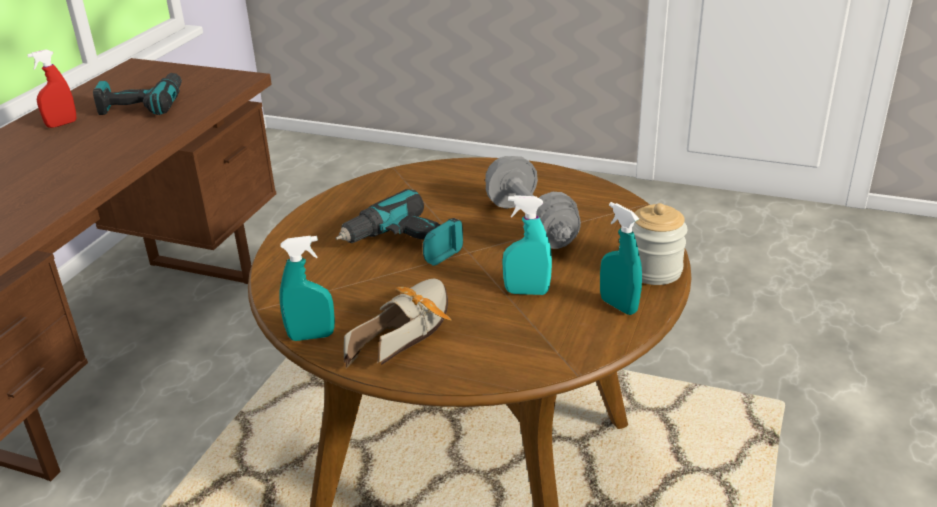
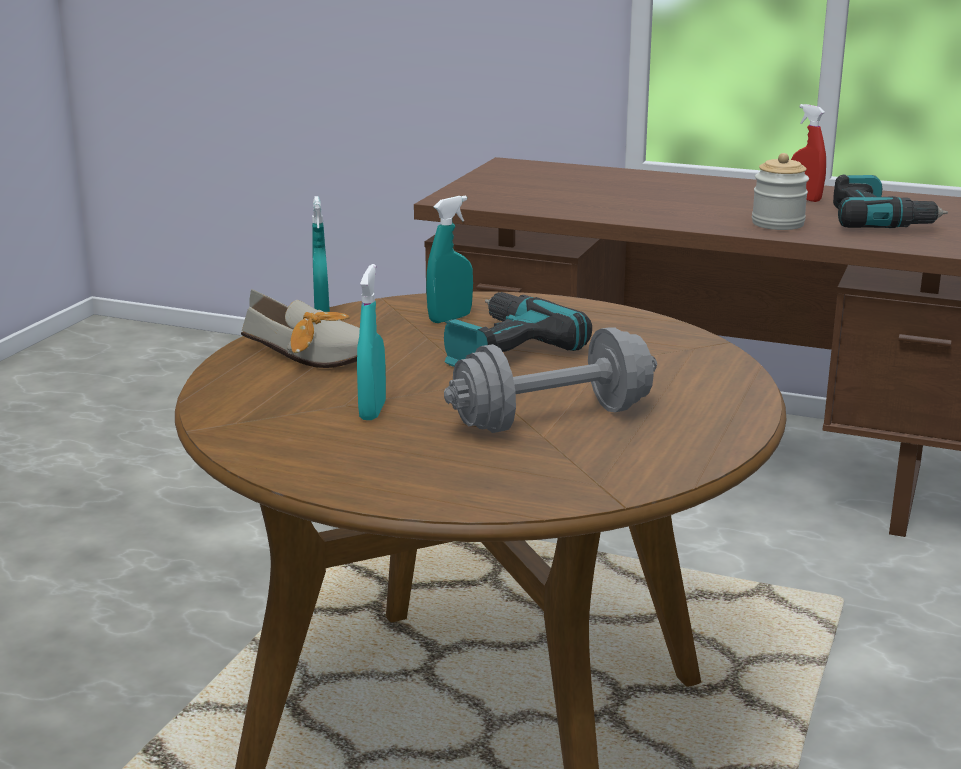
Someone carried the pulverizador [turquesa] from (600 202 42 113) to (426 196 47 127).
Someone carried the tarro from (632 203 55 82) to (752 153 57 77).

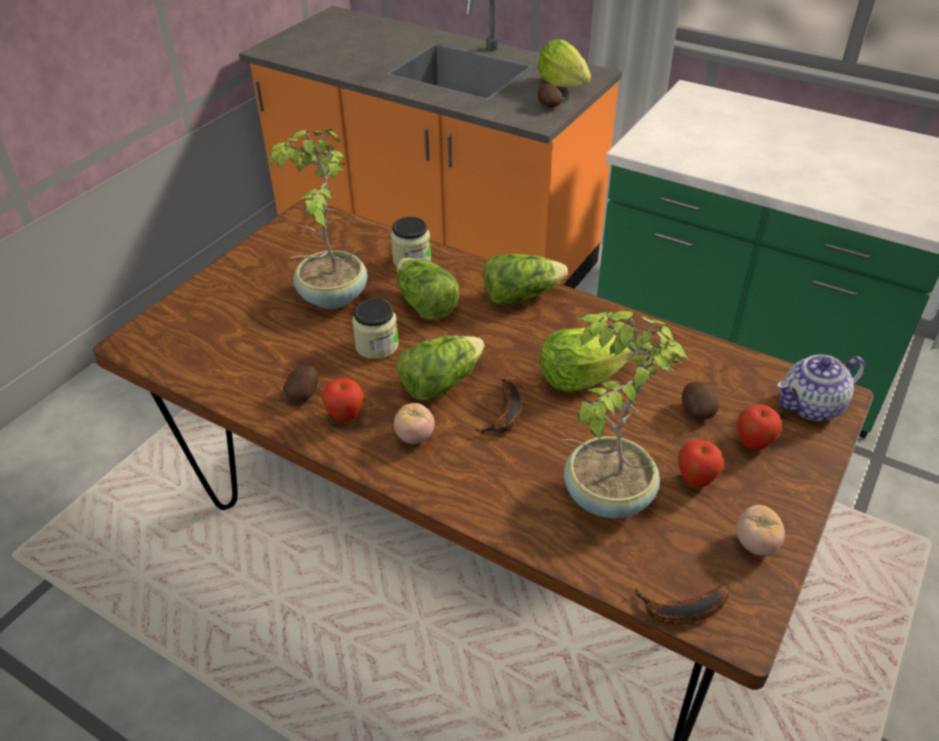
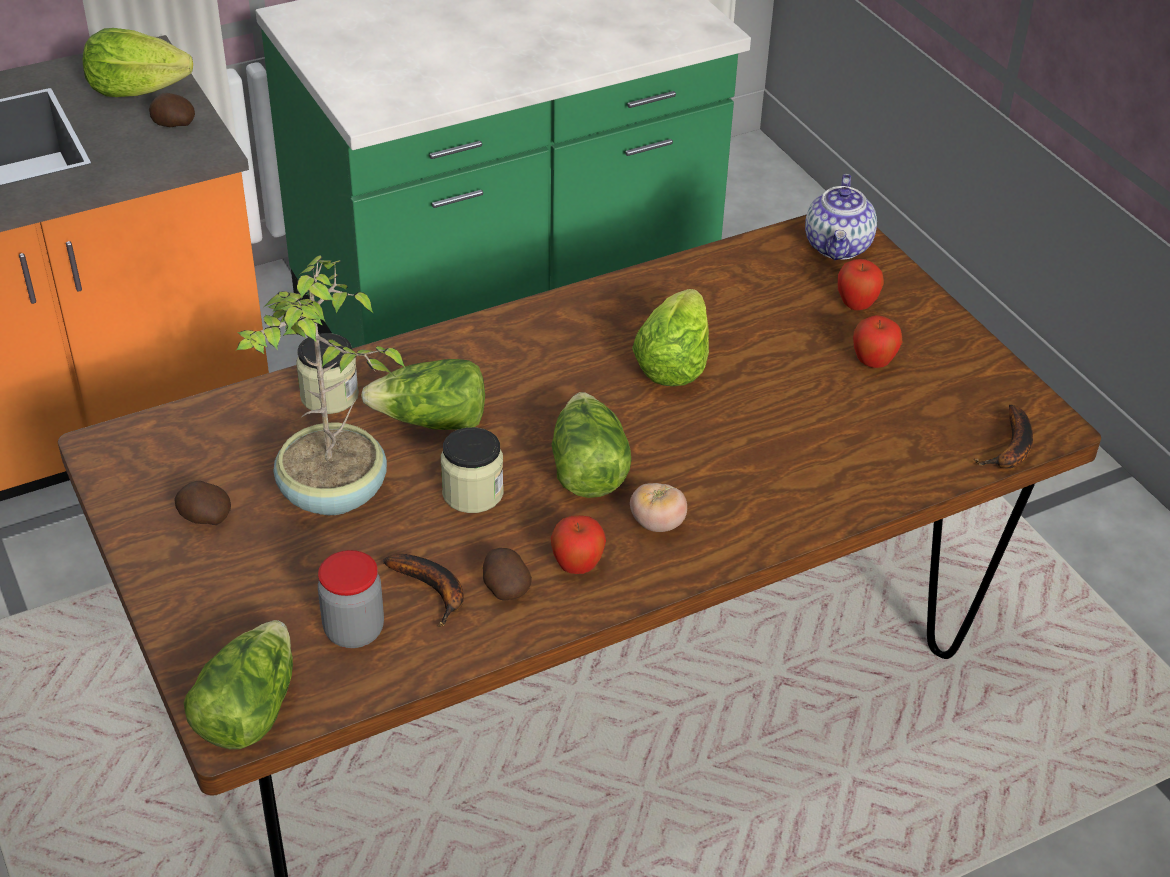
Someone took away the planta en maceta at (562 311 126 207).
Someone took away the tomate at (736 505 49 51).
Someone put down the tarro at (318 550 66 98).
Someone carried the plátano from (475 379 46 55) to (383 554 81 73).
Someone carried the lechuga from (484 253 83 52) to (184 620 109 129).
Someone carried the patata from (682 382 37 38) to (175 481 56 44).

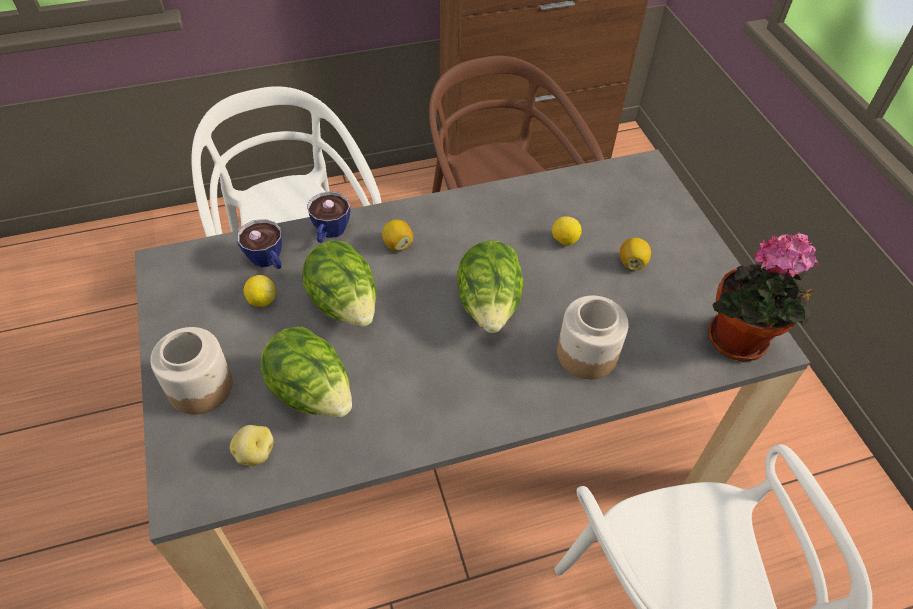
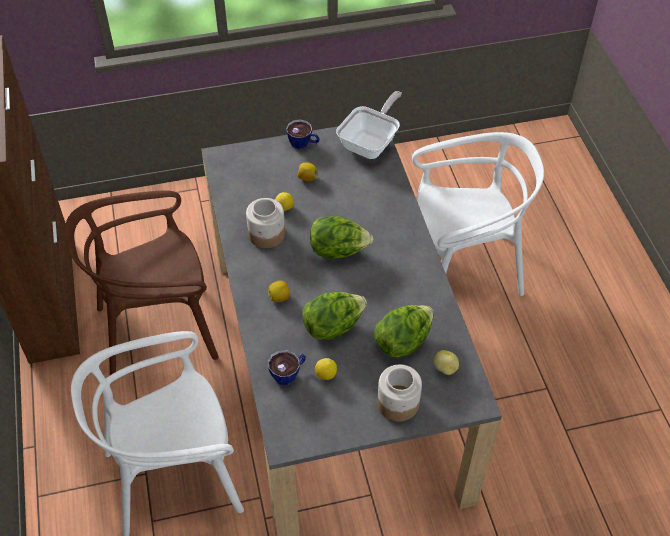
Someone carried the taza from (307 191 43 52) to (286 119 34 30).
Someone carried the tarro from (557 295 72 84) to (246 198 39 50).
Someone swapped the planta en maceta at (708 233 110 129) for the sartén at (336 91 66 68).

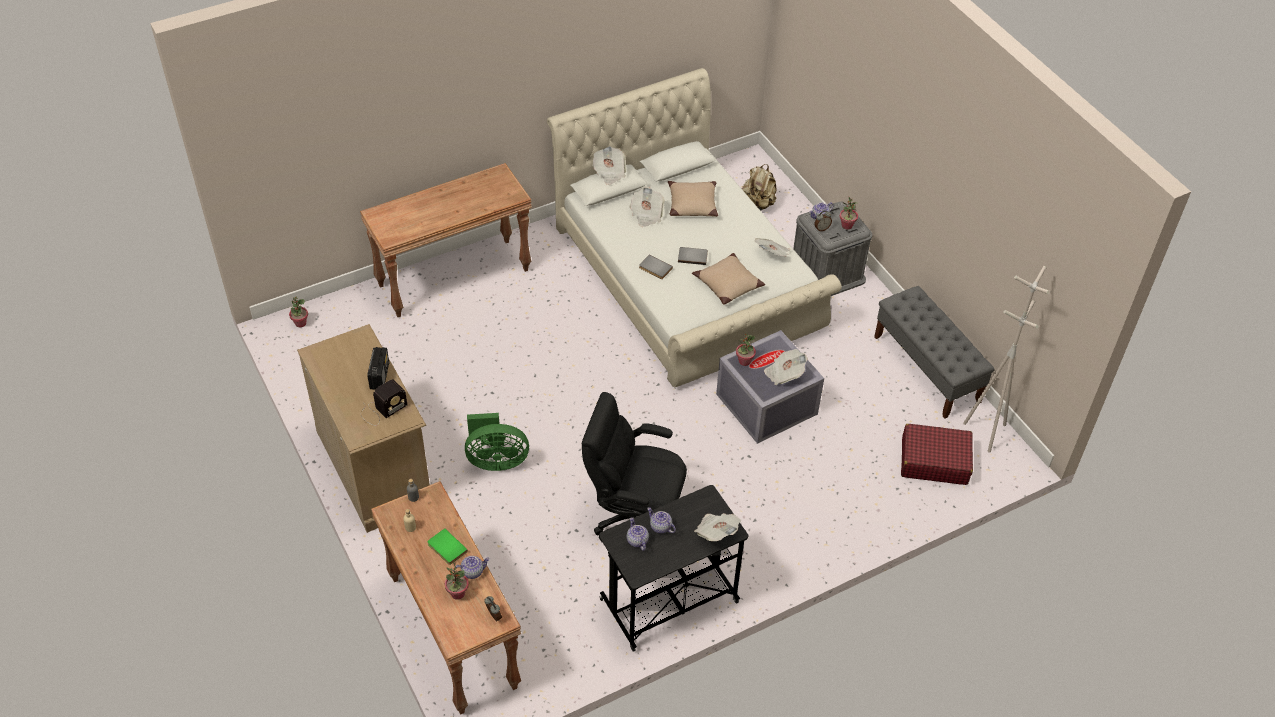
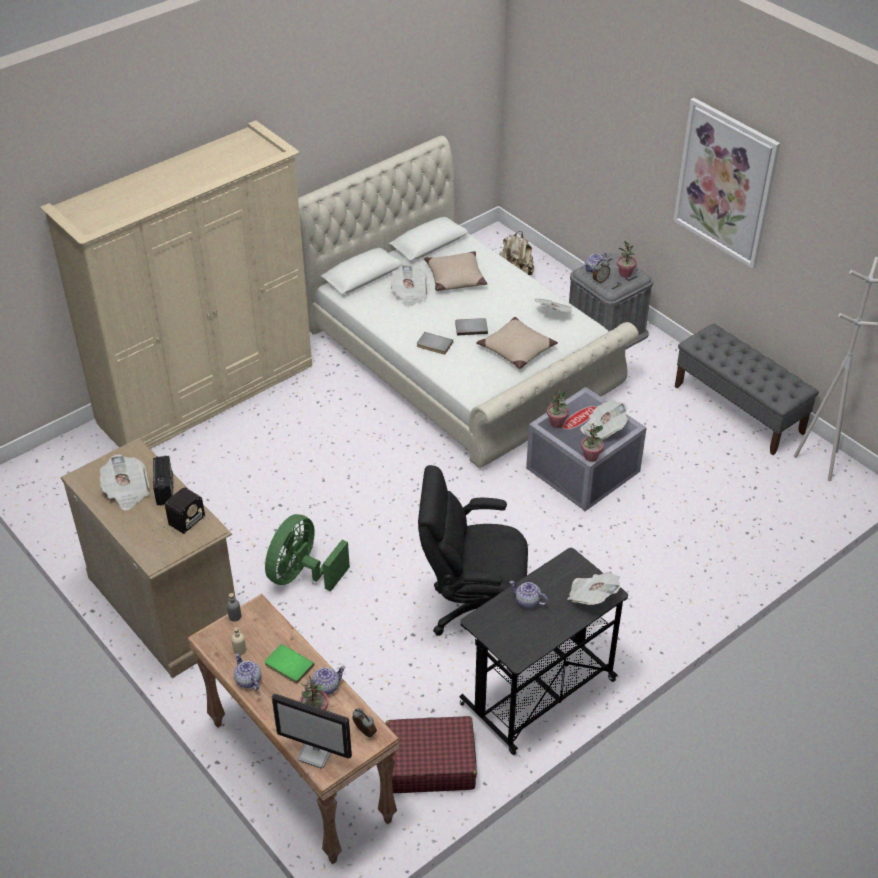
Someone put down the monitor at (272 694 80 75).
Someone put up the cuadro at (673 98 107 171).
Someone carried the planta en maceta from (289 296 19 31) to (581 423 23 39).
Someone carried the periódico from (593 146 33 39) to (100 454 50 57).
Someone carried the tetera from (627 517 22 34) to (234 653 27 38).
Someone carried the maleta [rojo] from (901 424 72 61) to (386 716 91 77).
Someone swapped the mesa consola [marrón] at (360 163 172 154) for the armario ropero [beis] at (40 120 272 329).
Someone rotated the ventilador [verde] at (465 413 64 58) by 135 degrees clockwise.

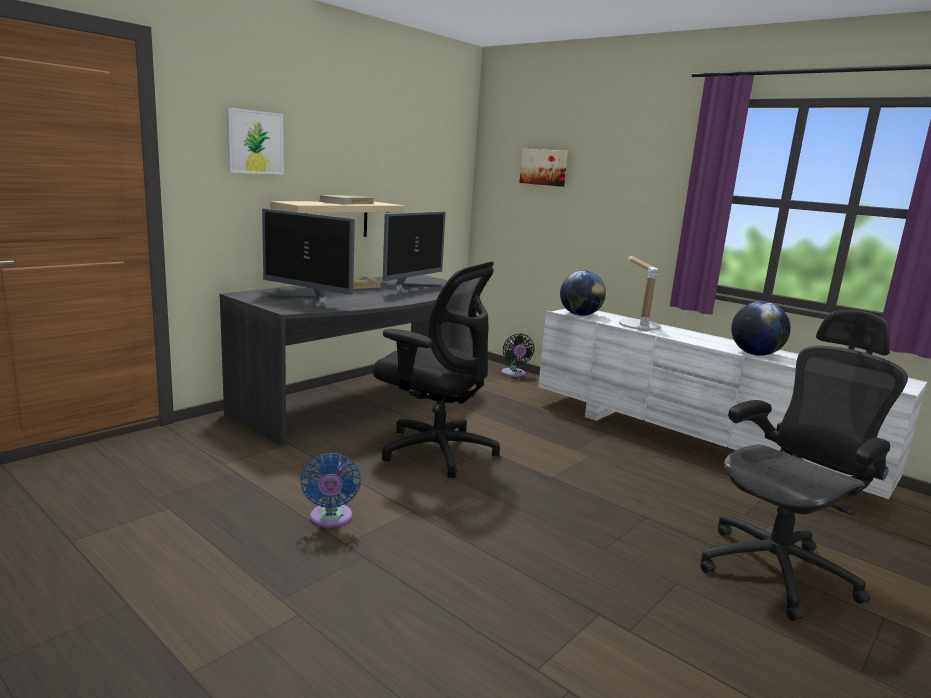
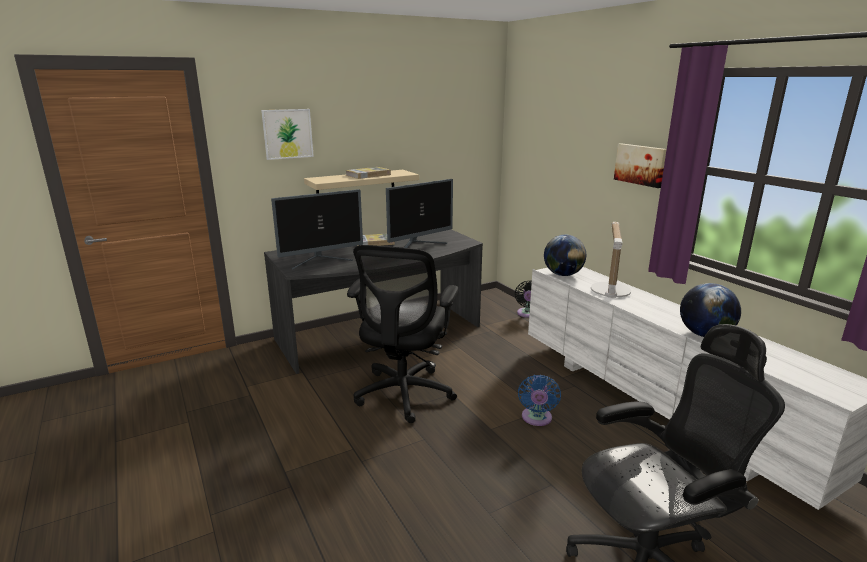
Someone carried the ventilador [azul] from (300 453 61 75) to (518 375 43 51).
Someone carried the cuadro from (519 149 49 38) to (614 143 53 45).
Someone rotated the monitor at (262 209 93 101) by 75 degrees counterclockwise.
Someone rotated the silla de oficina [negro] at (373 261 127 217) by 60 degrees clockwise.

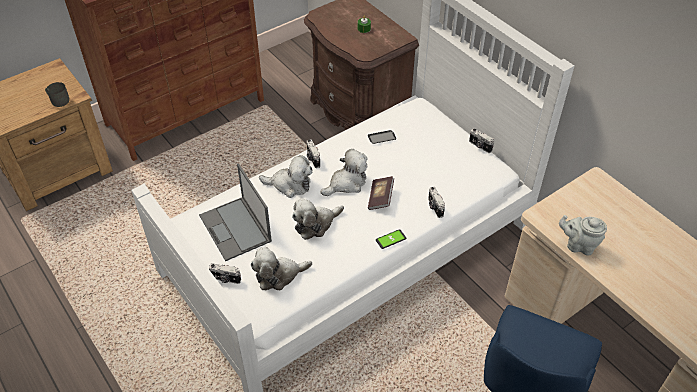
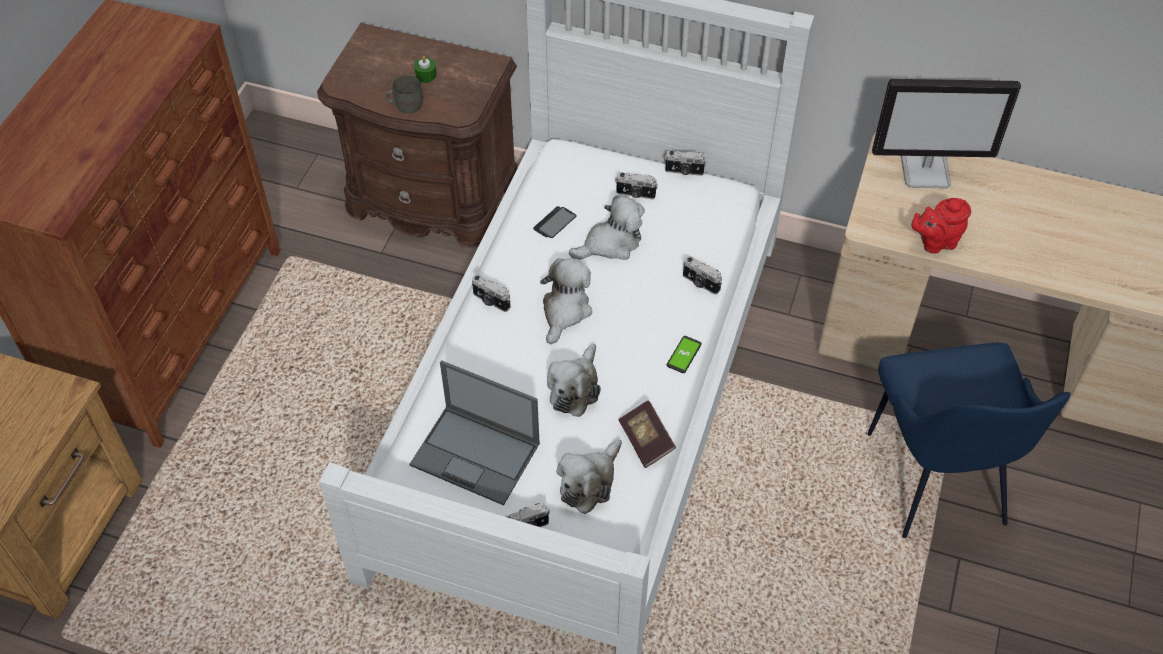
Someone put down the cámara at (615 172 43 27).
Someone put down the monitor at (872 79 149 109).
Someone carried the taza grande [gris] from (45 82 24 25) to (385 75 38 38).
Someone carried the peluche from (259 155 53 43) to (569 194 76 66).
Someone carried the libro from (368 176 26 34) to (619 400 57 68).
Someone repainted the tetera [gris] at (559 215 48 41), which became the tetera [rojo] at (911 198 60 56).

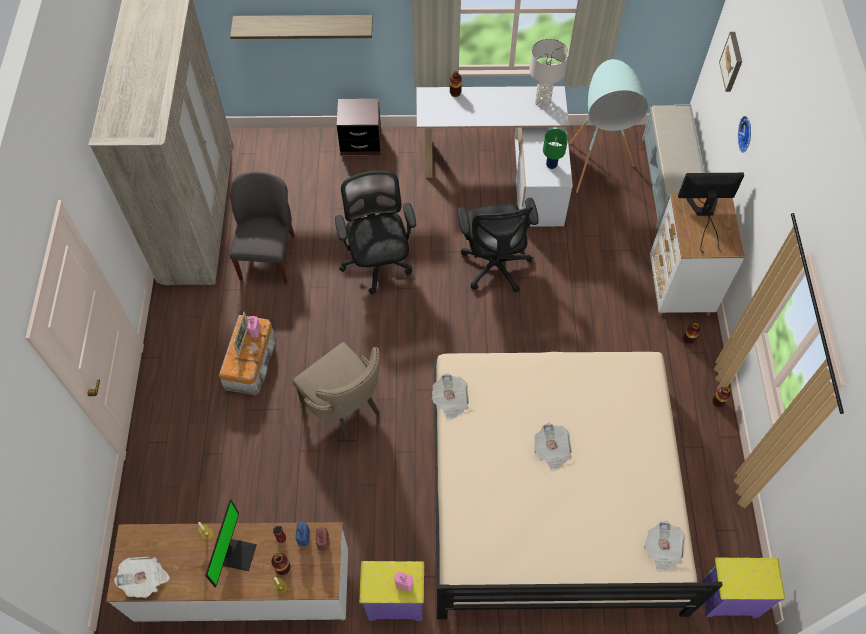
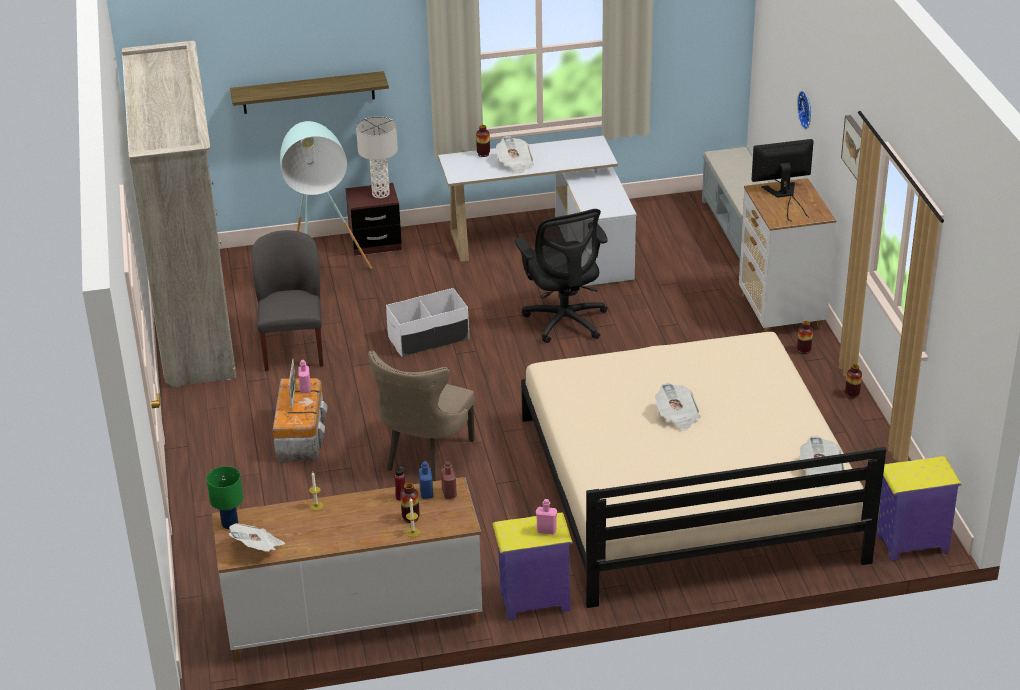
Someone took away the monitor at (205 500 52 87).
Someone carried the periódico from (432 373 37 48) to (496 136 38 38).
Someone carried the lámpara de mesa [blanco] from (529 38 40 70) to (356 116 42 82).
Someone carried the lámpara de mesa [verde] from (543 129 25 40) to (206 466 37 63).
Someone carried the lámpara de pie [turquesa] from (570 59 78 134) to (280 121 92 148).
Someone carried the cuadro from (719 32 23 60) to (841 115 21 65).
Someone swapped the silla de oficina [negro] at (335 171 81 123) for the caja de almacenaje [blanco] at (386 288 83 69).
Someone rotated the silla [beis] at (293 342 87 98) by 75 degrees clockwise.

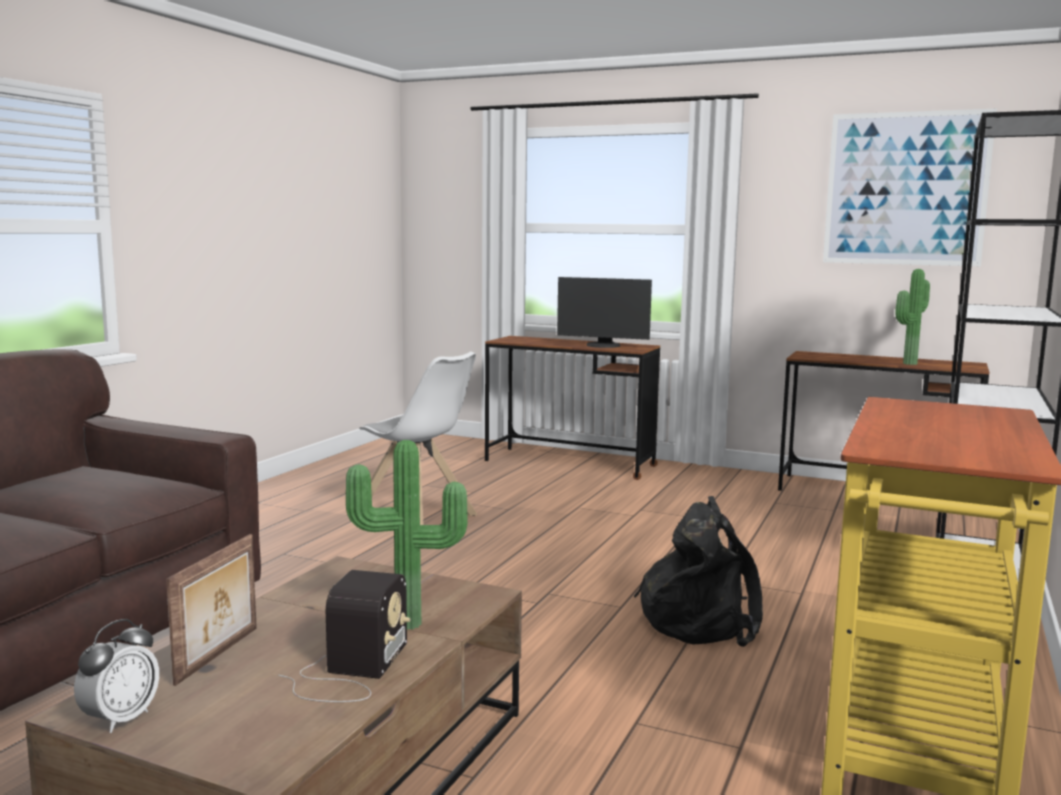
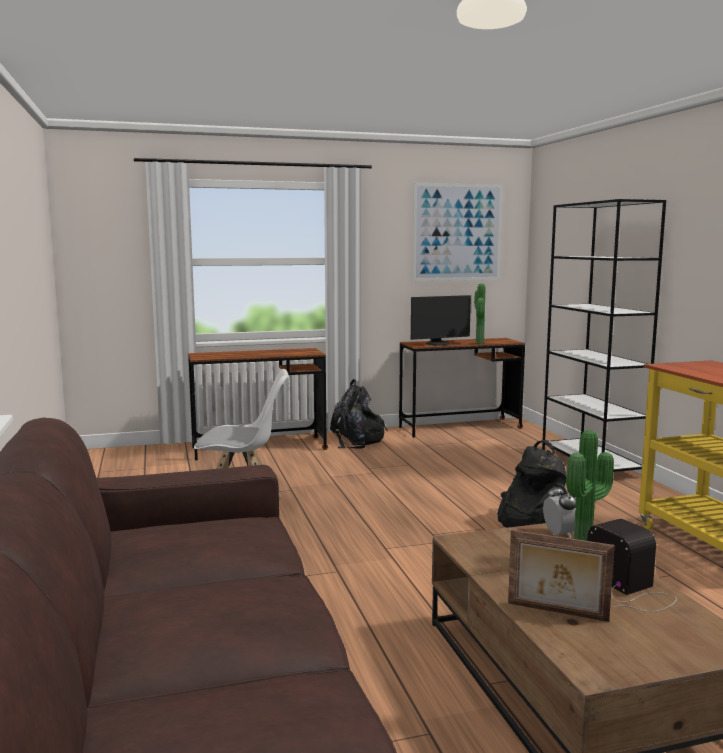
Someone put down the mochila [negro] at (330 379 58 70).
Someone carried the despertador from (74 619 85 114) to (543 483 33 55).
Someone carried the monitor from (557 277 95 71) to (411 295 60 51).
Someone rotated the portarretratos at (166 534 91 152) by 135 degrees clockwise.

